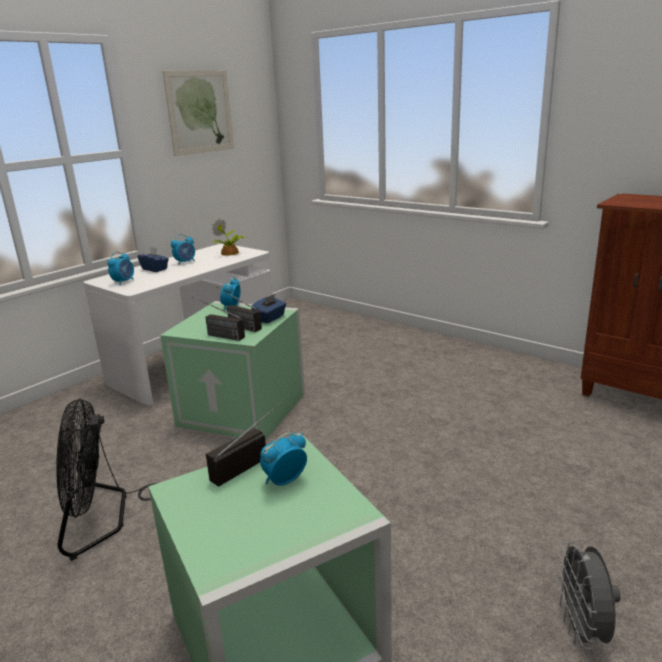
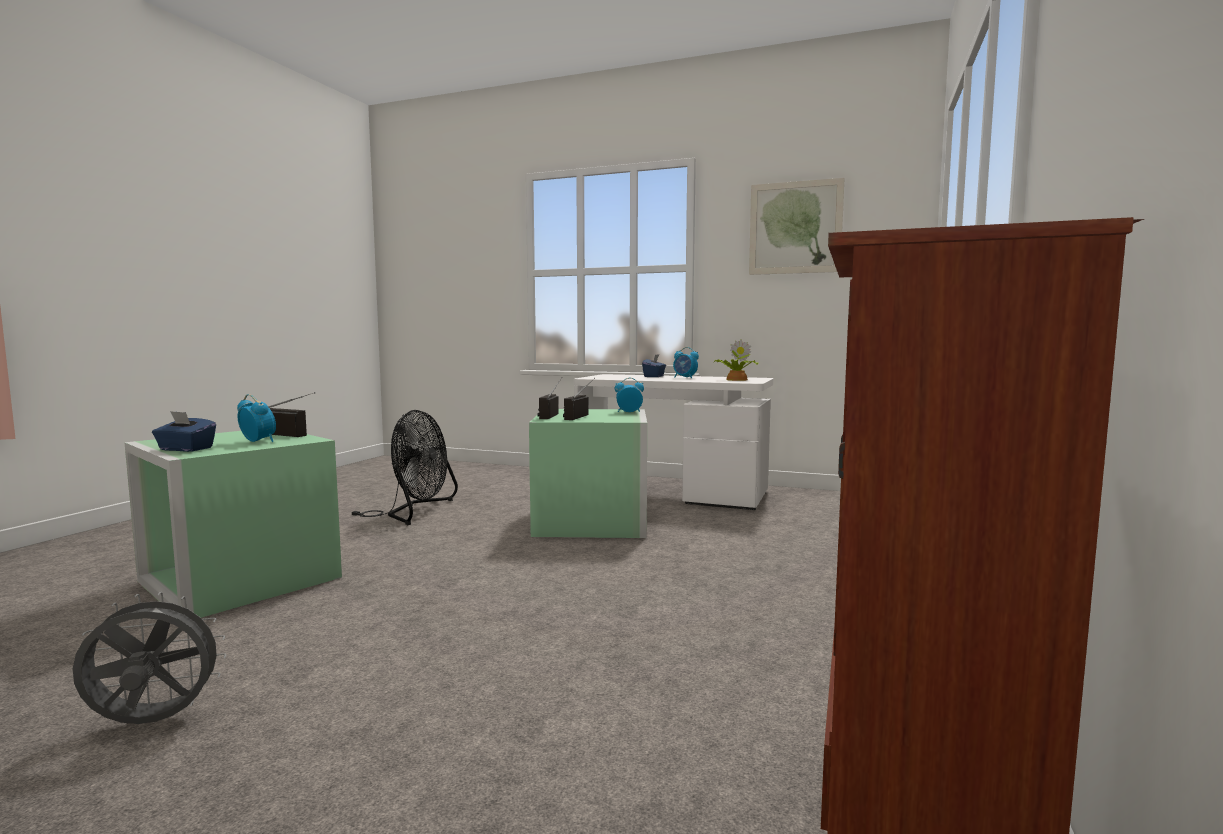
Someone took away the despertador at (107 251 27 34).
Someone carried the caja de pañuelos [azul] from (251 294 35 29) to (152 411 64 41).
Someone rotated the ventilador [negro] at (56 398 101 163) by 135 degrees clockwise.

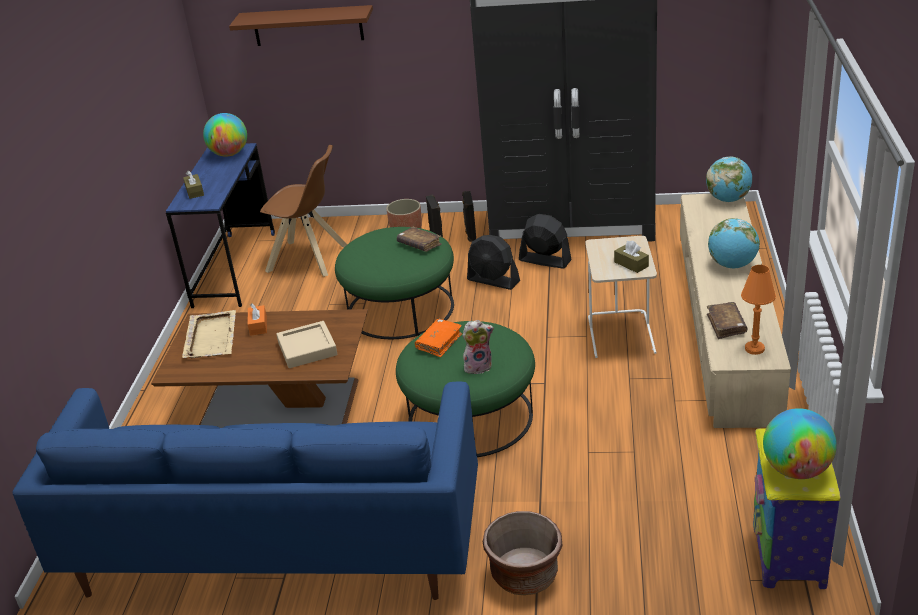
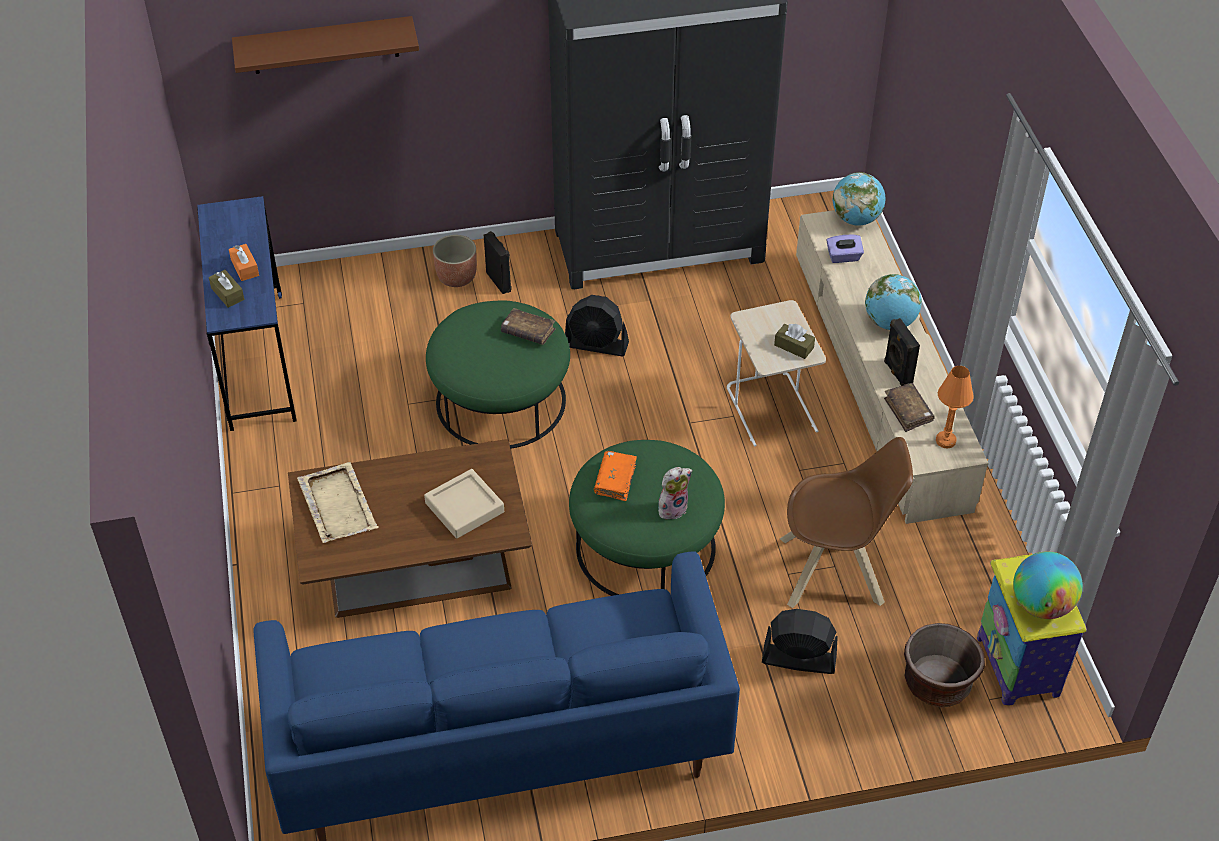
Someone took away the globo terráqueo at (203 113 44 44).
Someone put down the caja de pañuelos [morado] at (826 235 38 28).
Someone carried the caja de pañuelos [naranja] from (248 303 19 33) to (229 244 30 37).
Someone carried the silla [marrón] from (260 145 87 131) to (780 437 133 171).
Someone carried the altavoz [negro] from (462 191 14 51) to (884 318 36 68).
Someone carried the maceta [marrón] from (483 511 80 84) to (904 623 81 84).
Someone carried the ventilador [negro] from (519 214 53 55) to (762 609 76 65).

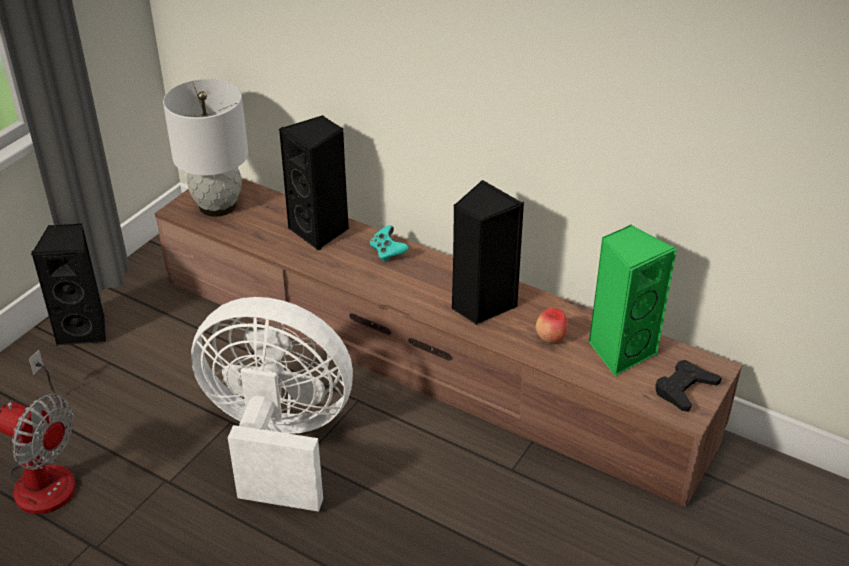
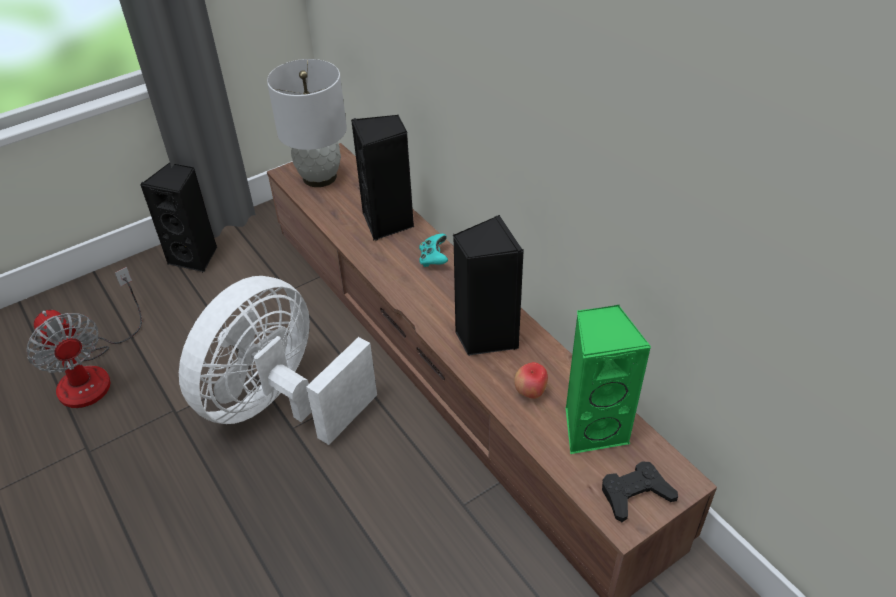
Someone rotated the ventilador [blanco] at (191 297 162 215) by 90 degrees counterclockwise.

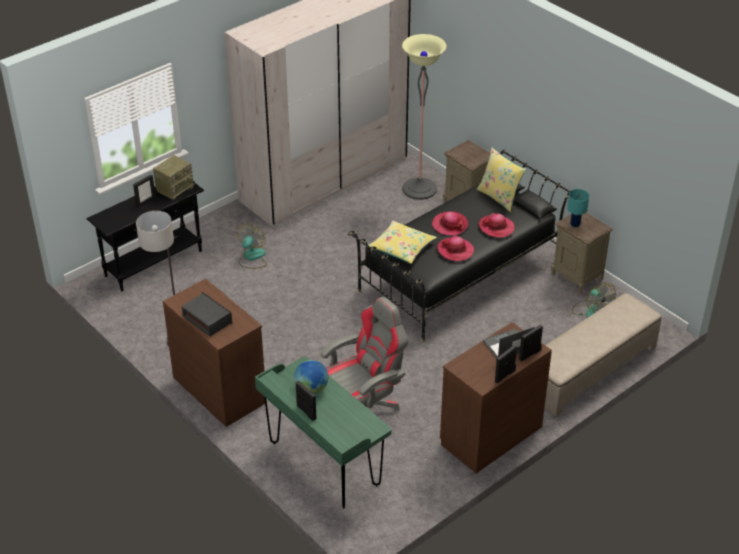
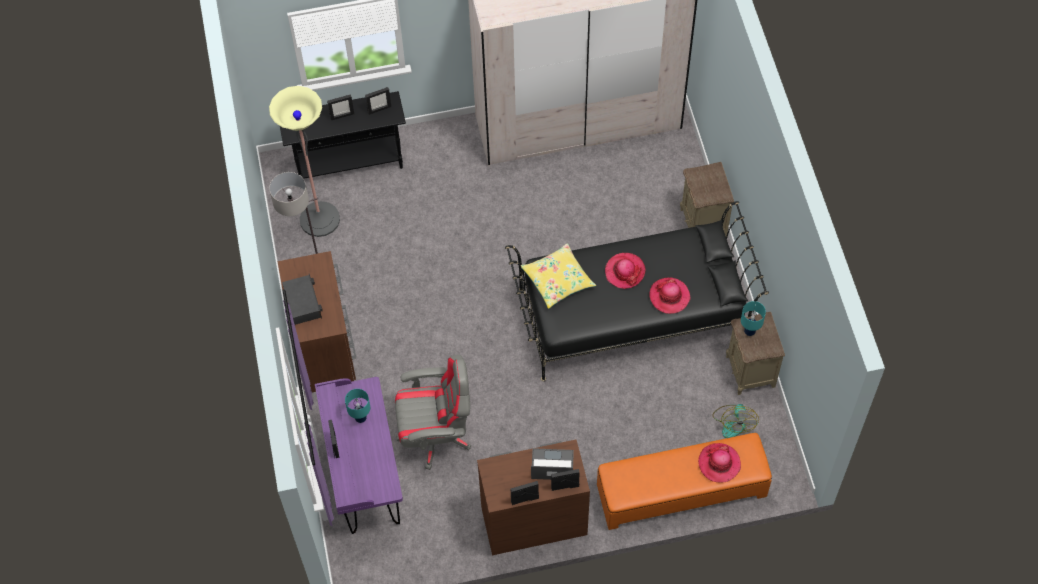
Someone took away the ventilador at (237 224 30 45).
Someone took away the cojín [amarillo] at (477 147 50 65).
Someone carried the lámpara de pie from (402 34 45 166) to (269 86 71 151).
Someone carried the sombrero from (437 235 37 26) to (698 443 43 40).
Someone swapped the radio at (153 155 42 45) for the portarretratos at (365 87 26 28).
Someone swapped the globo terráqueo at (294 360 34 34) for the lámpara de mesa [turquesa] at (345 389 25 34).
Someone repainted the escritorio [verde] at (255 356 137 153), which became the escritorio [morado] at (315 377 88 157).
Someone repainted the banco [beis] at (545 293 116 123), which became the banco [naranja] at (597 433 175 97).

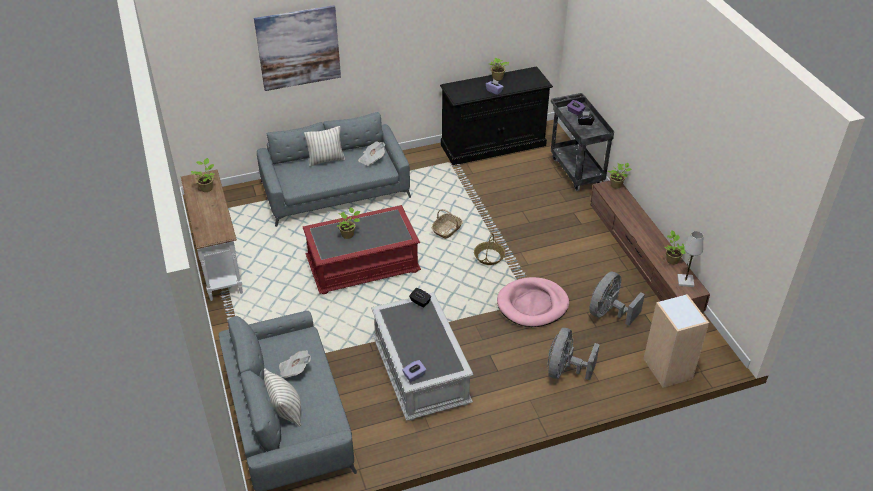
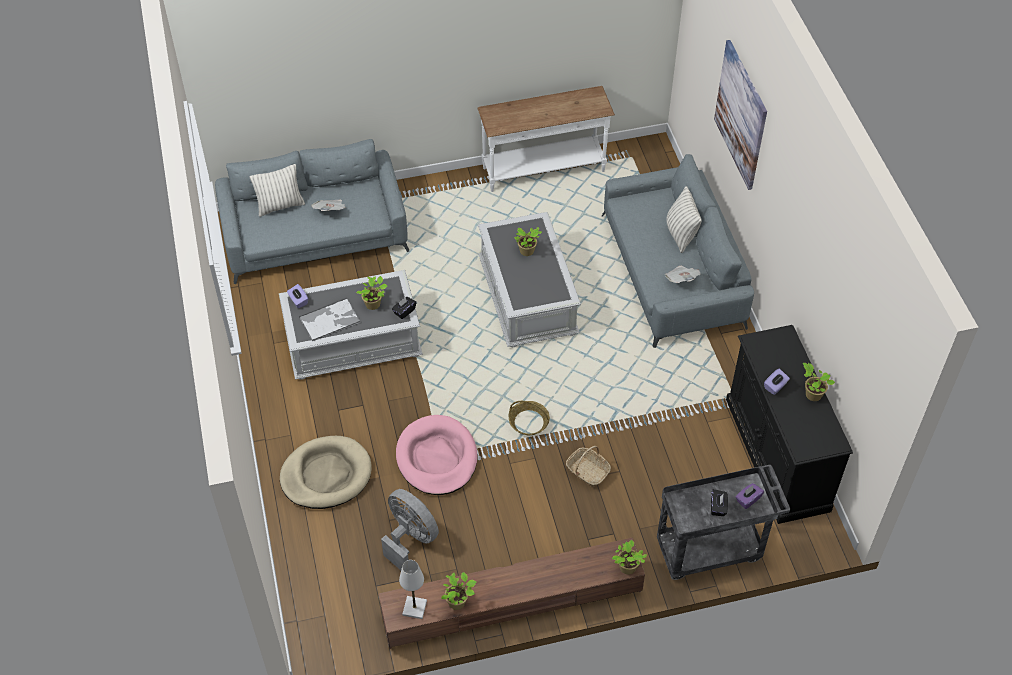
Someone took away the estantería at (643 294 66 94).
Someone put down the bandeja at (299 298 62 44).
Someone carried the planta en maceta from (191 158 23 34) to (356 276 31 34).
Someone carried the cesta from (432 209 31 30) to (566 446 45 41).
Someone swapped the ventilador [gris] at (547 328 53 52) for the cama para perro [beis] at (280 436 92 73).
Someone repainted the mesa de centro [rojo] at (303 205 118 89), which became the mesa de centro [blanco] at (478 212 103 135).

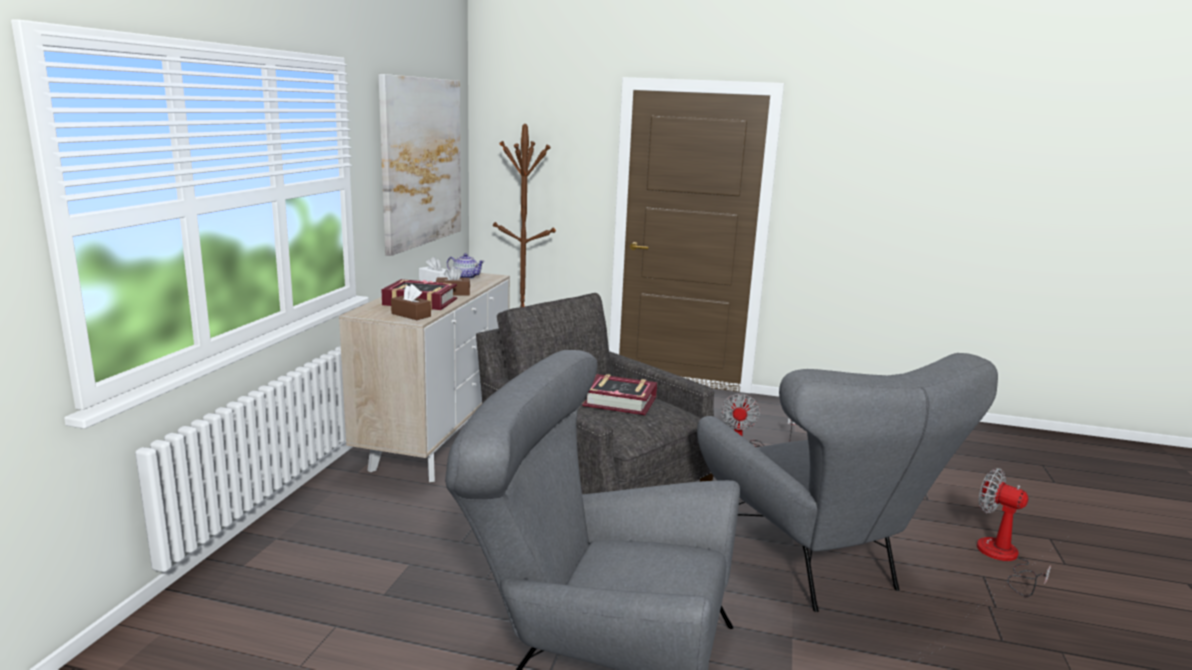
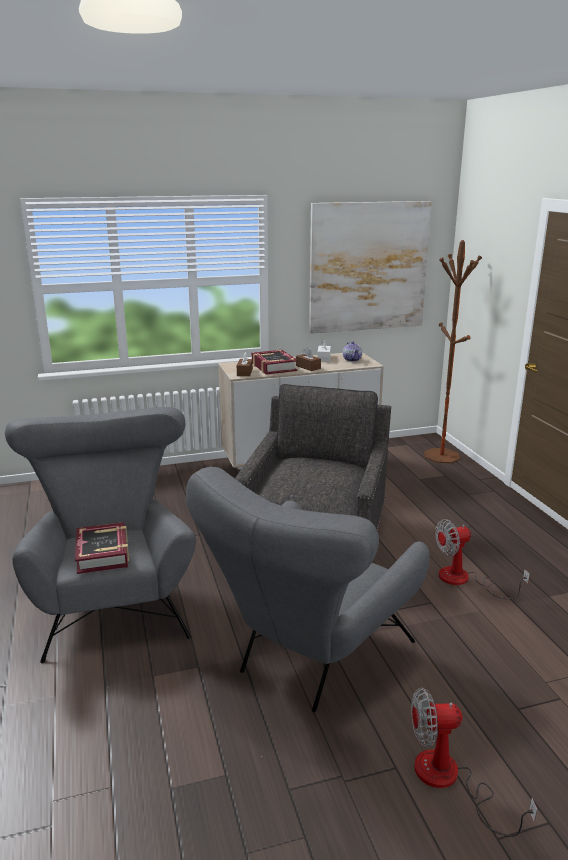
Someone carried the libro from (582 374 75 41) to (75 522 54 52).
Someone rotated the ventilador at (977 468 74 129) by 105 degrees counterclockwise.

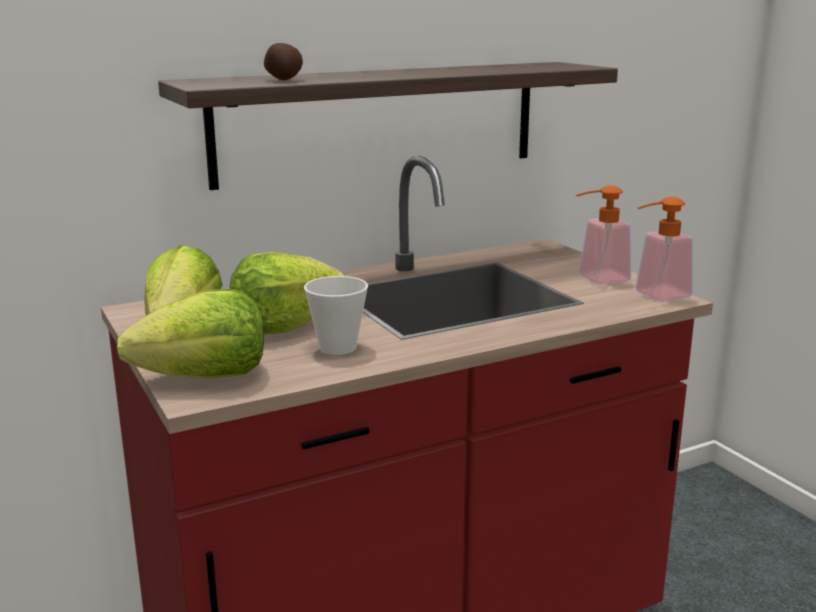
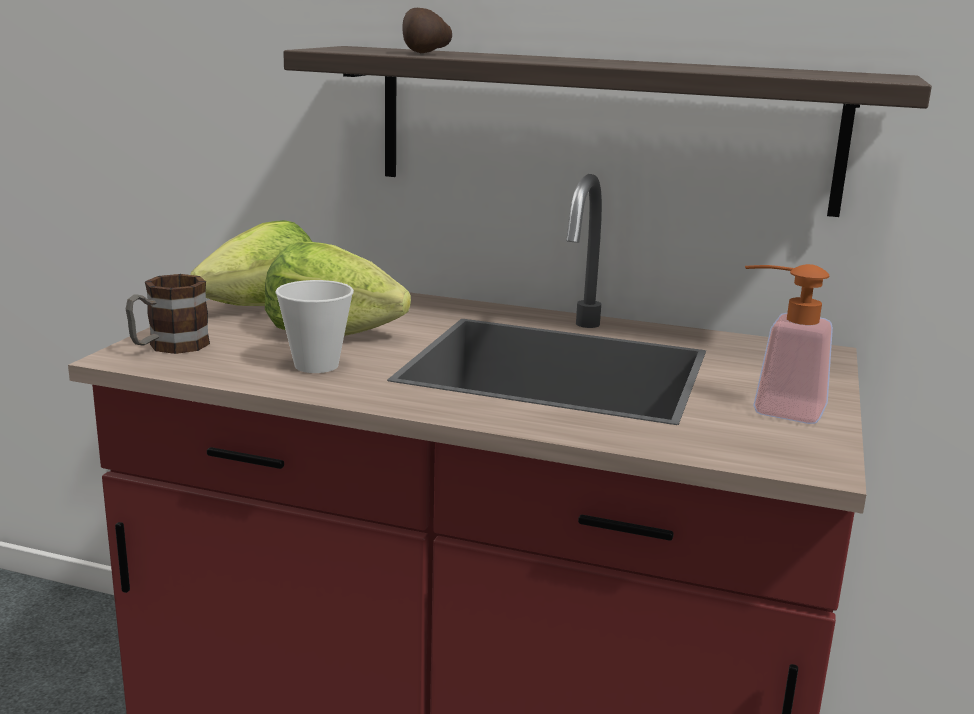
Someone took away the dispensador de jabón at (635 197 58 105).
Someone swapped the lechuga at (117 289 147 89) for the taza grande at (126 274 84 80).

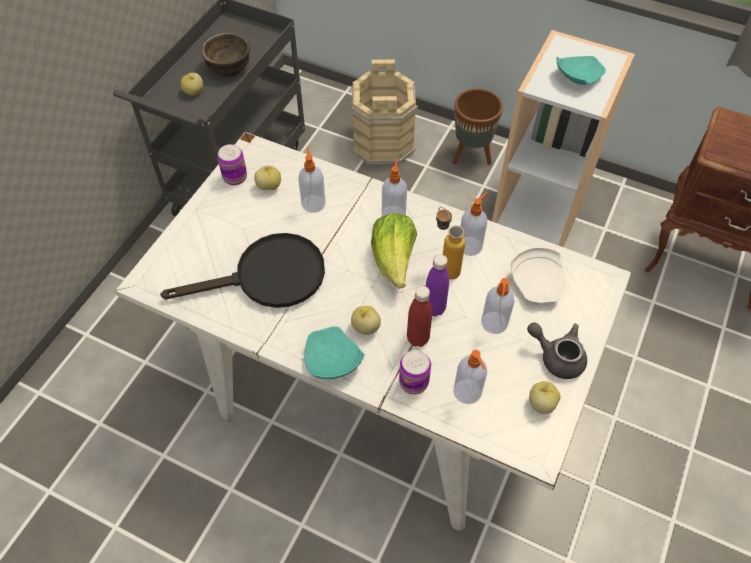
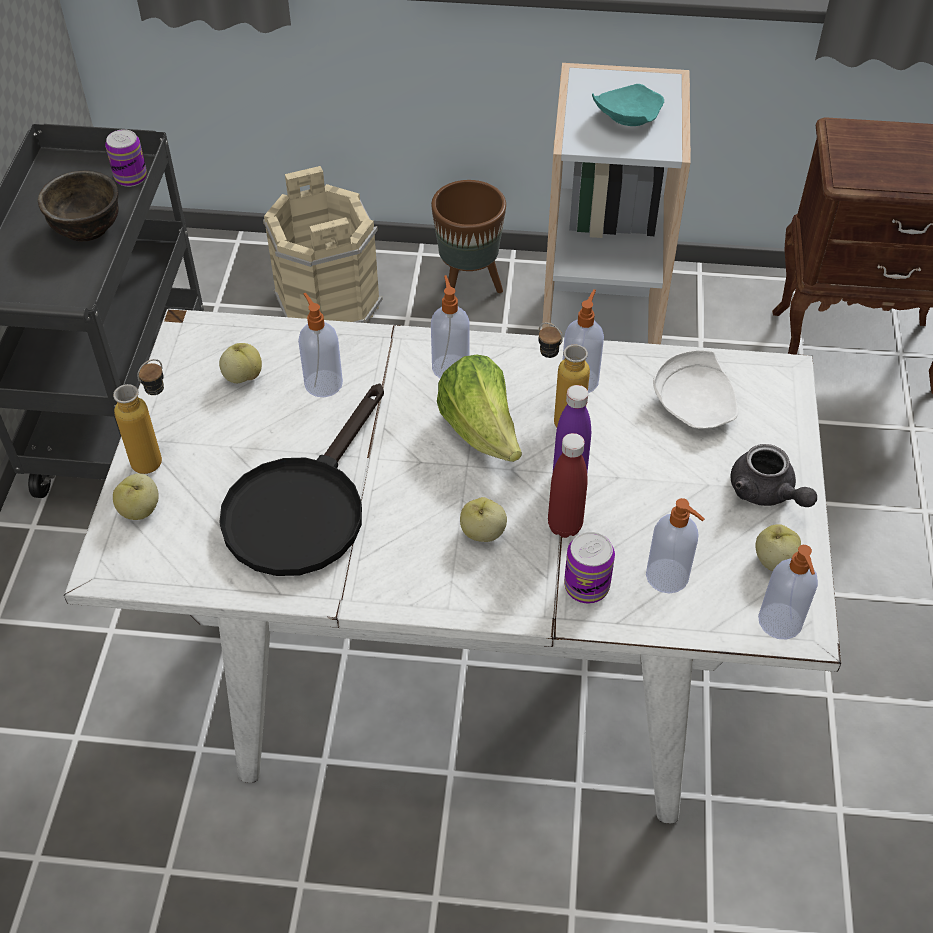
Someone took away the plato [turquesa] at (305 326 60 53).
Someone put down the botella at (113 359 51 115).
Someone carried the manzana from (180 73 23 23) to (113 473 46 47).
Someone carried the lata from (217 144 30 41) to (105 129 42 58).
Someone carried the dispensador de jabón from (481 278 34 56) to (758 545 60 94).
Someone rotated the sartén [negro] at (160 233 165 75) by 150 degrees clockwise.
Someone rotated the tetera [gris] at (527 322 60 57) by 135 degrees counterclockwise.

